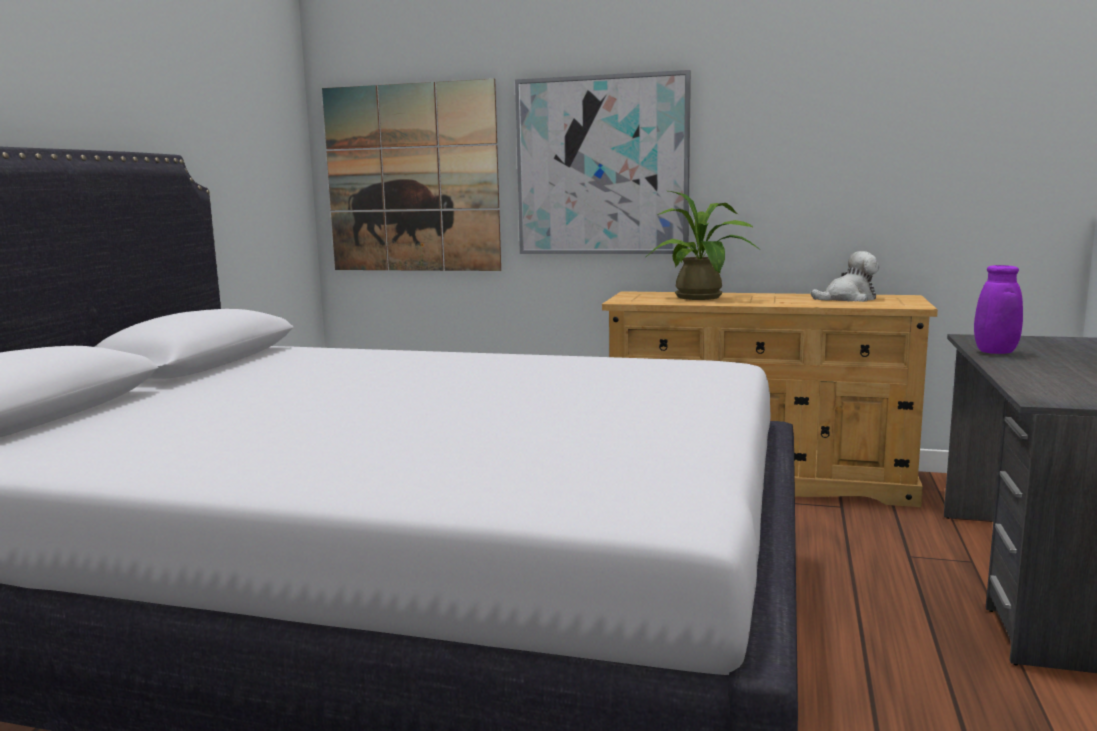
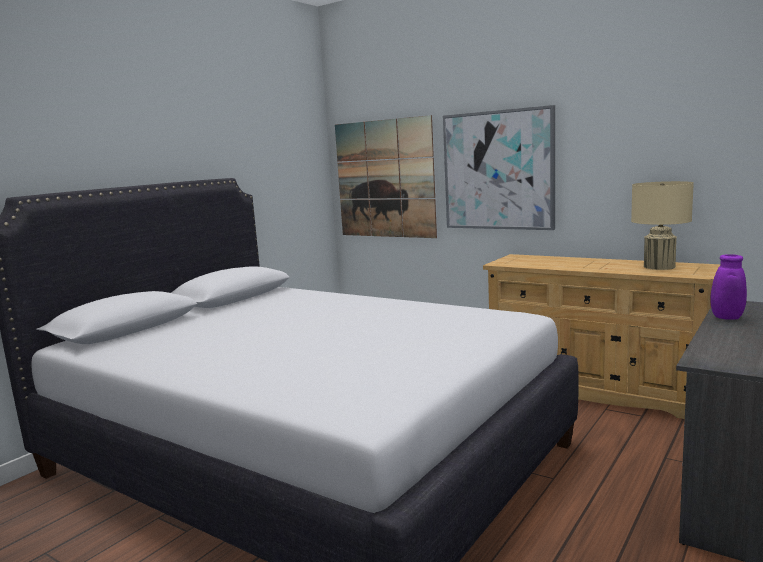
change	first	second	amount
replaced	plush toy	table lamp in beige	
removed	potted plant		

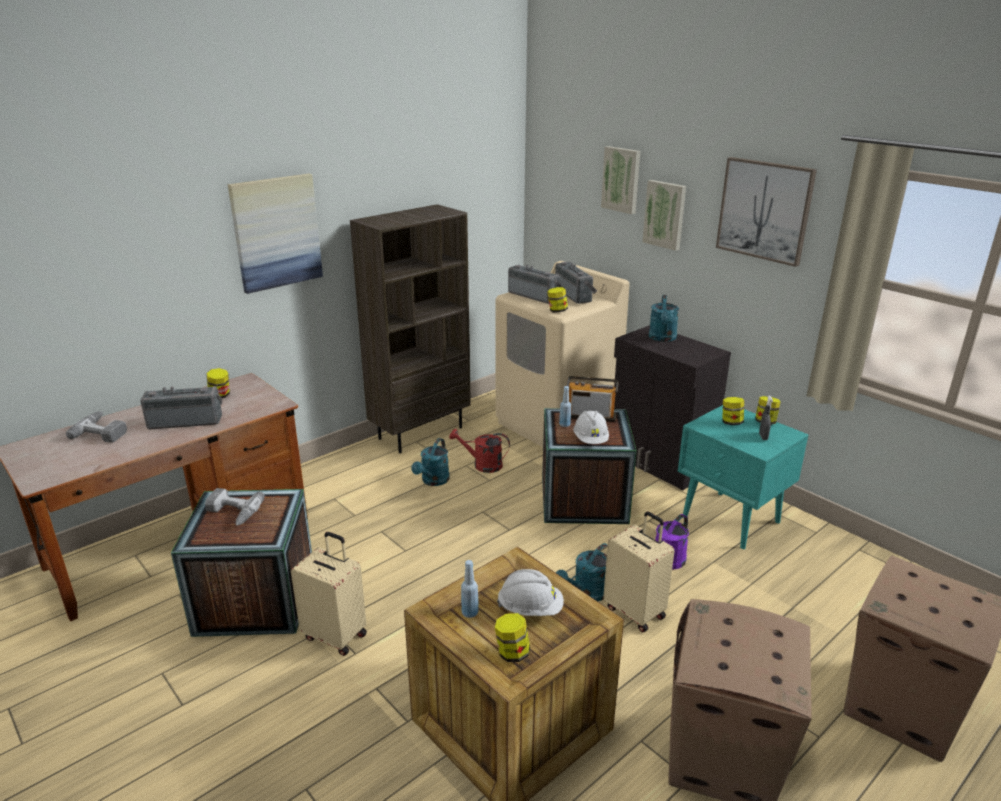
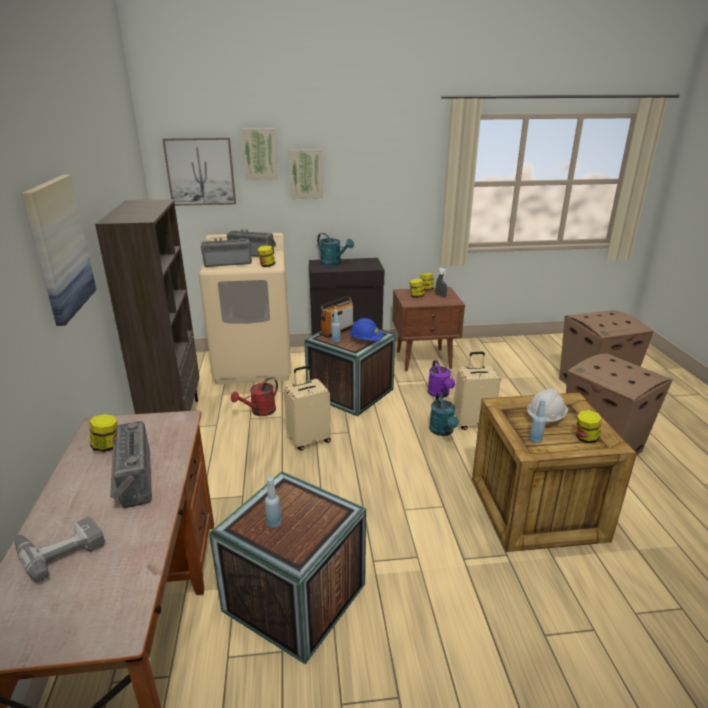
change	first	second	amount
turned	radio (1st from left)		45 degrees counterclockwise
moved	picture (4th from left in the first image)	picture (2nd from left)	
replaced	power drill (2nd from left)	bottle in blue (1st from left)	
moved	suitcase in beige (1st from left)		
recoloured	hard hat in white (2nd from left)	hard hat in blue	
recoloured	nightstand in turquoise	nightstand in brown	
removed	watering can in turquoise (1st from left)		

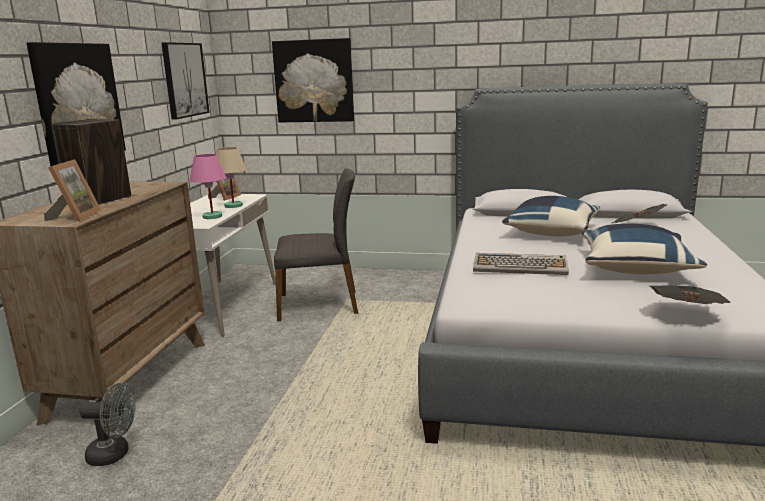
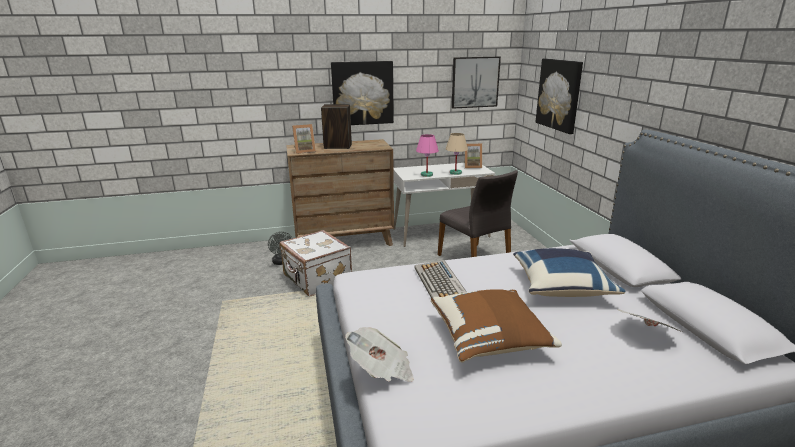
change	first	second	amount
added		suitcase in white	
recoloured	pillow in blue (2nd from left)	pillow in brown	

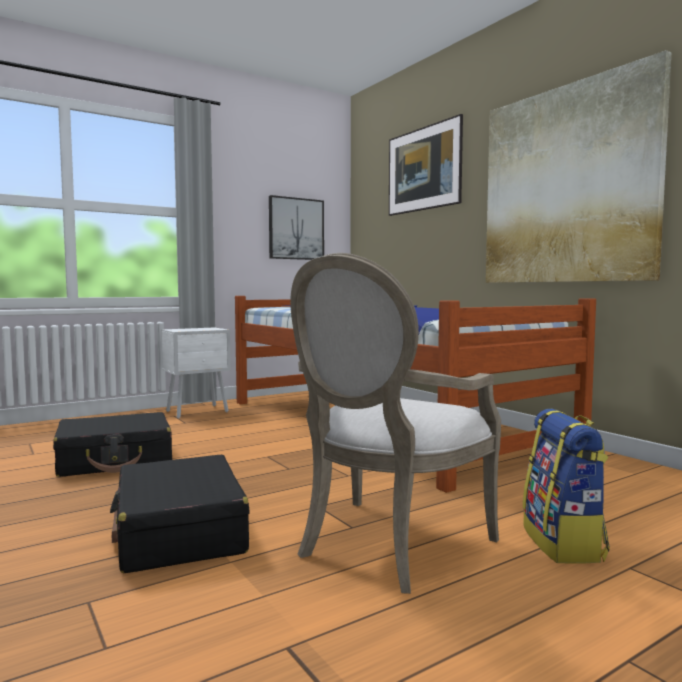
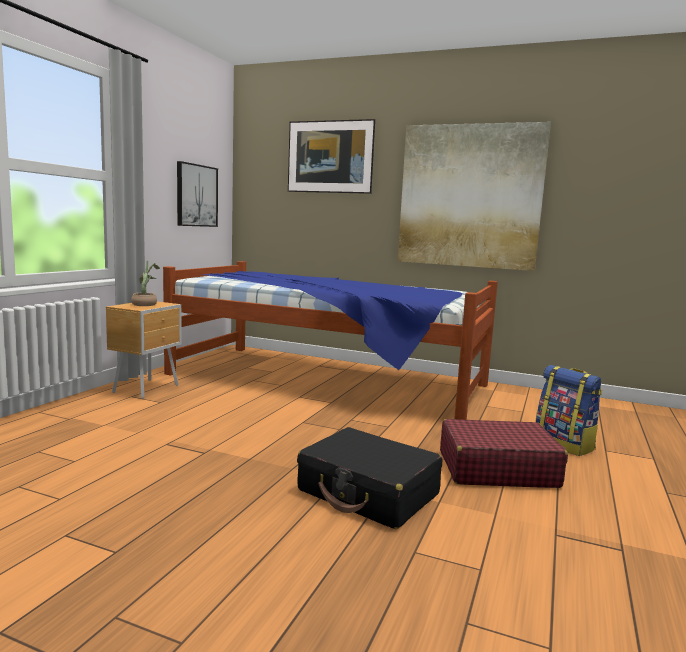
change	first	second	amount
recoloured	nightstand in white	nightstand in brown	
added		potted plant	
replaced	armchair	suitcase in red	
removed	suitcase in black (1st from left)		

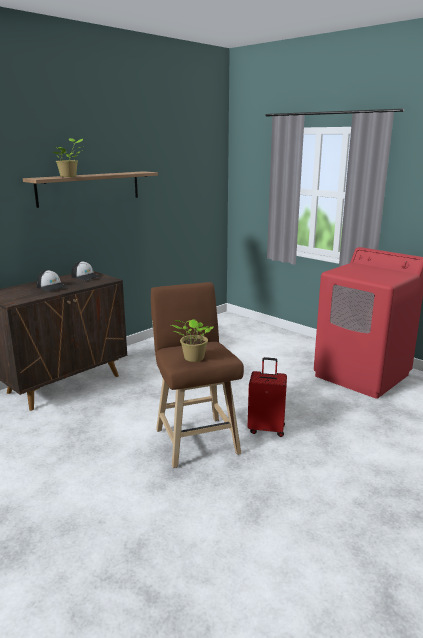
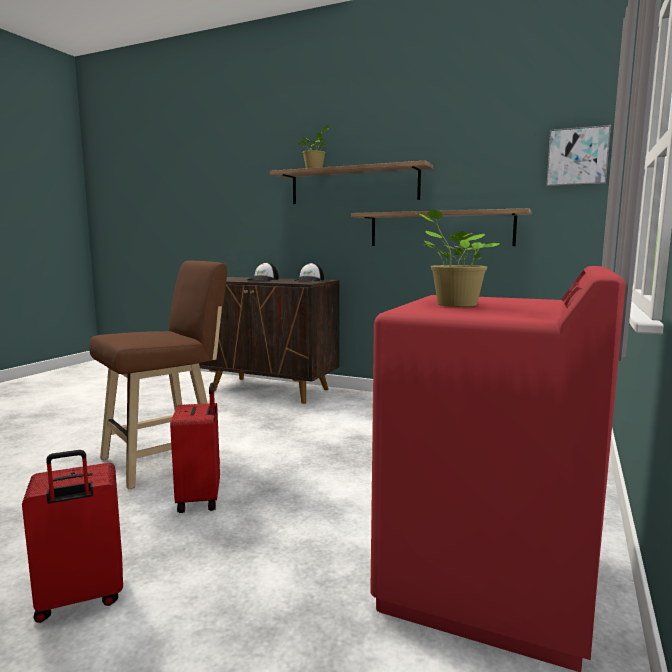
change	first	second	amount
added		suitcase in red (1st from left)	
added		shelf (2nd from left)	
moved	potted plant (2nd from left)		
added		picture	

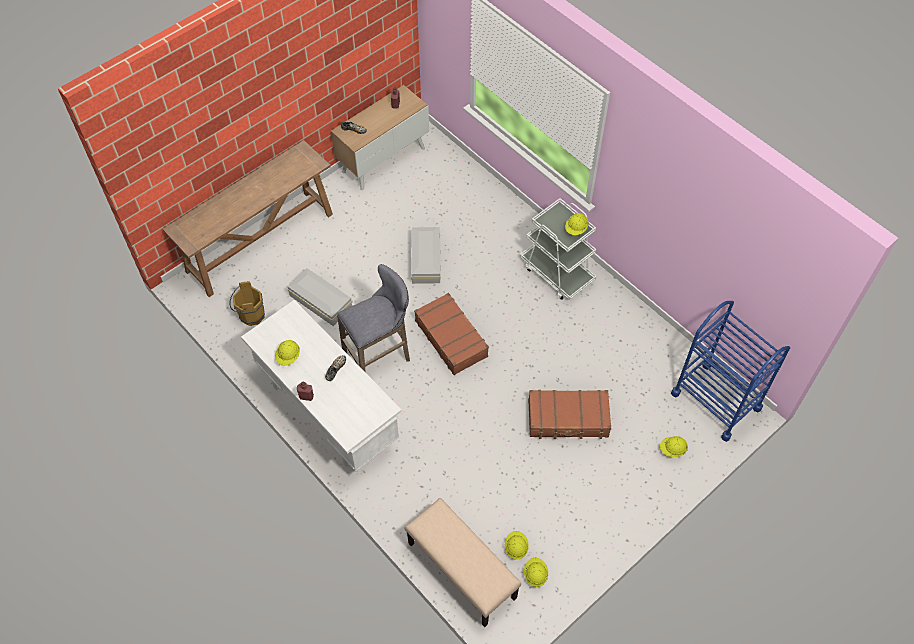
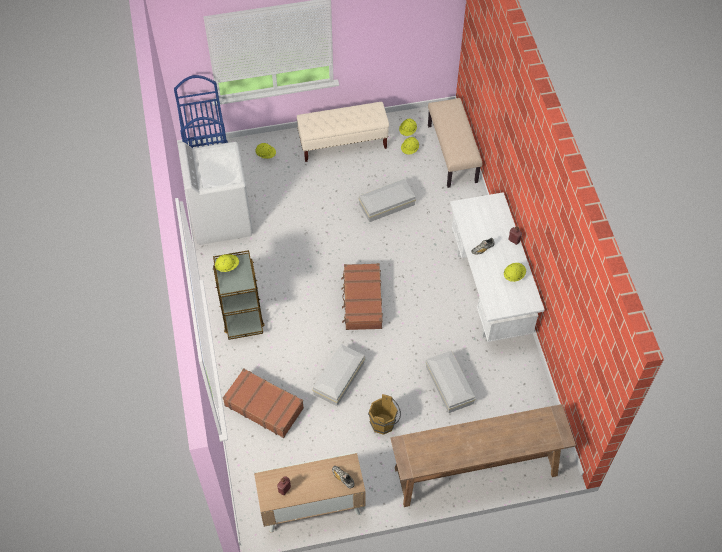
change	first	second	amount
added		washing machine in white	
recoloured	cart in white	cart in brown	
moved	suitcase in brown (2nd from left in the first image)	suitcase in brown (1st from left)	
added		bench in beige (1st from left)	
added		storage box in white (2nd from left)	
moved	bucket in brown		
removed	stool in grey		

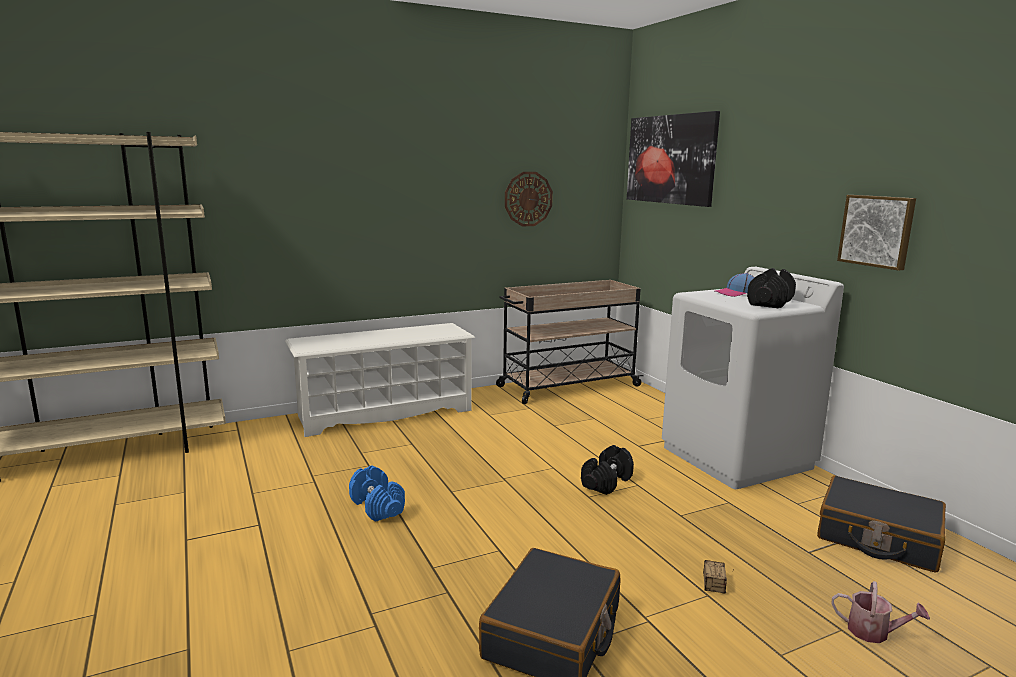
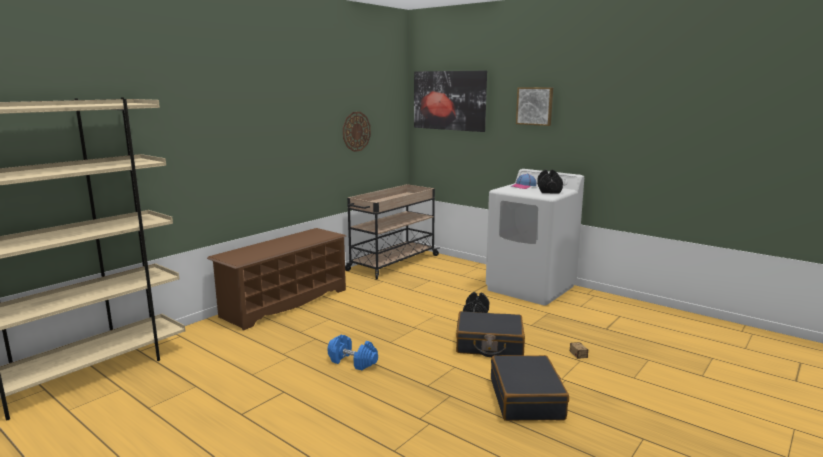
change	first	second	amount
recoloured	shoe rack in white	shoe rack in brown	
moved	suitcase in black (2nd from left in the first image)	suitcase in black (1st from left)	
moved	picture (2nd from left)		
removed	watering can		

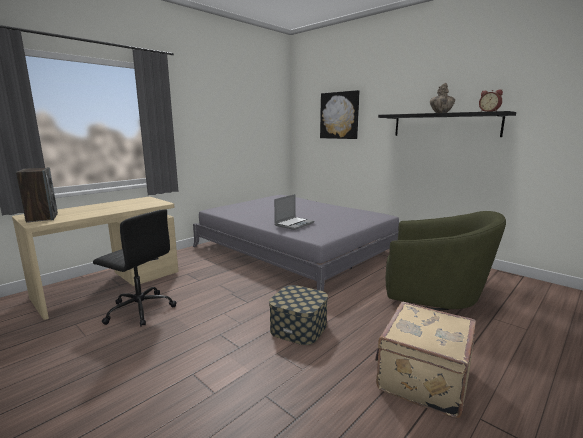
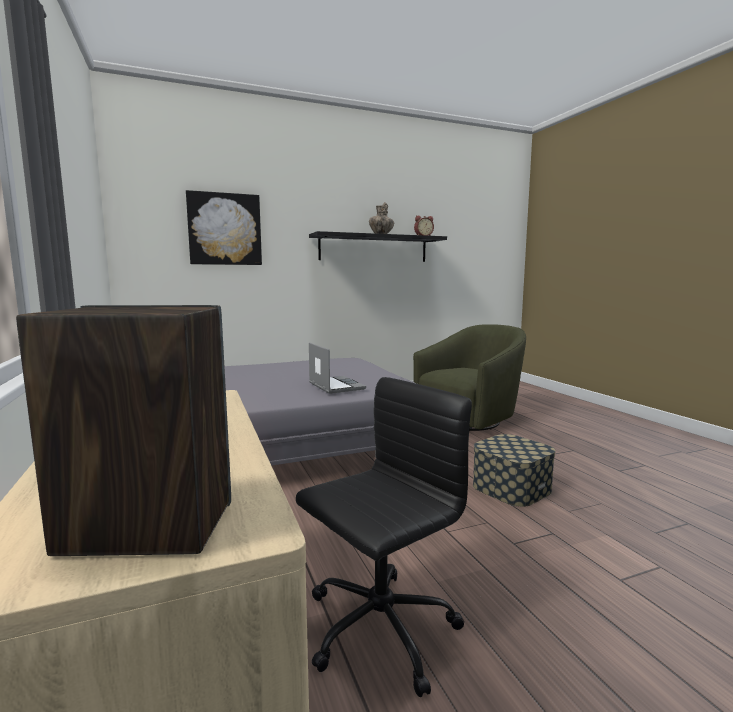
change	first	second	amount
removed	suitcase in beige		

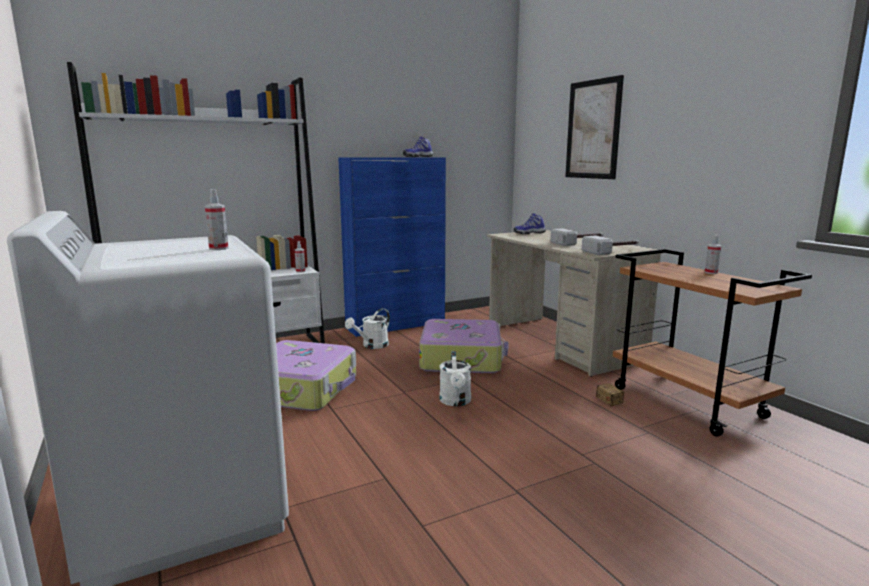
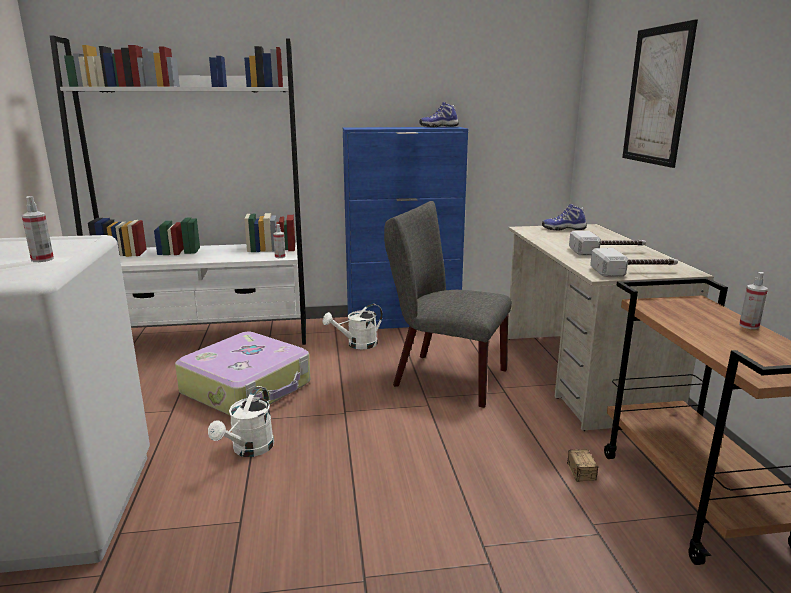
change	first	second	amount
moved	watering can in white (2nd from left in the first image)	watering can in white (1st from left)	
replaced	suitcase (2nd from left)	chair in grey	

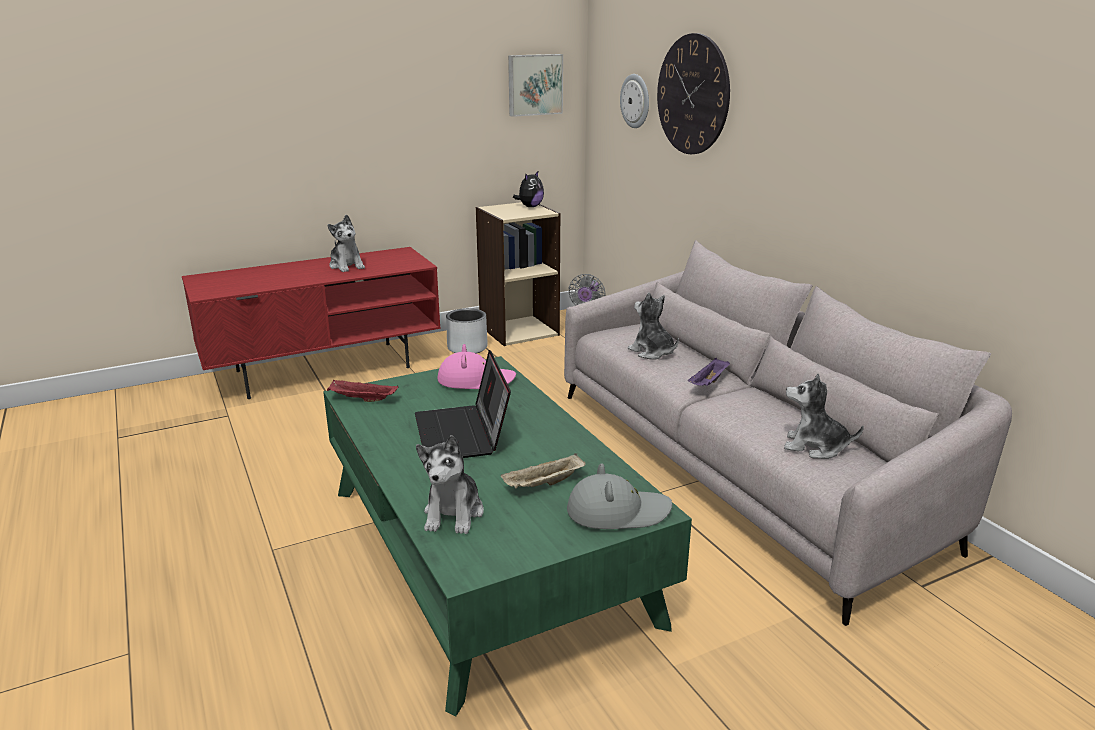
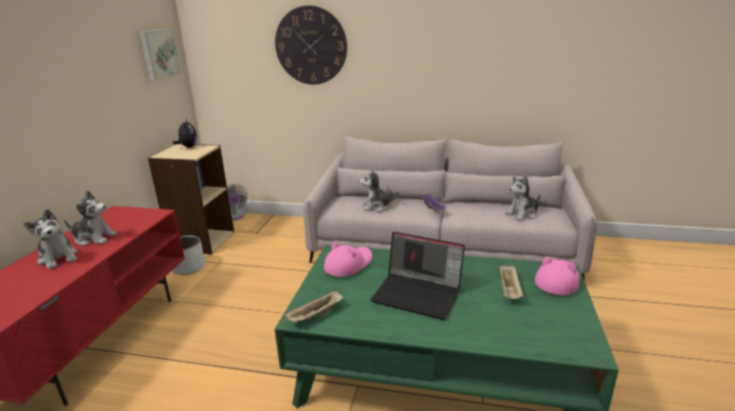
change	first	second	amount
moved	plush toy (2nd from left in the first image)	plush toy (1st from left)	
recoloured	tray in red	tray in beige (1st from left)	
recoloured	hat in grey	hat in pink (2nd from left)	
removed	wall clock (1st from left)		

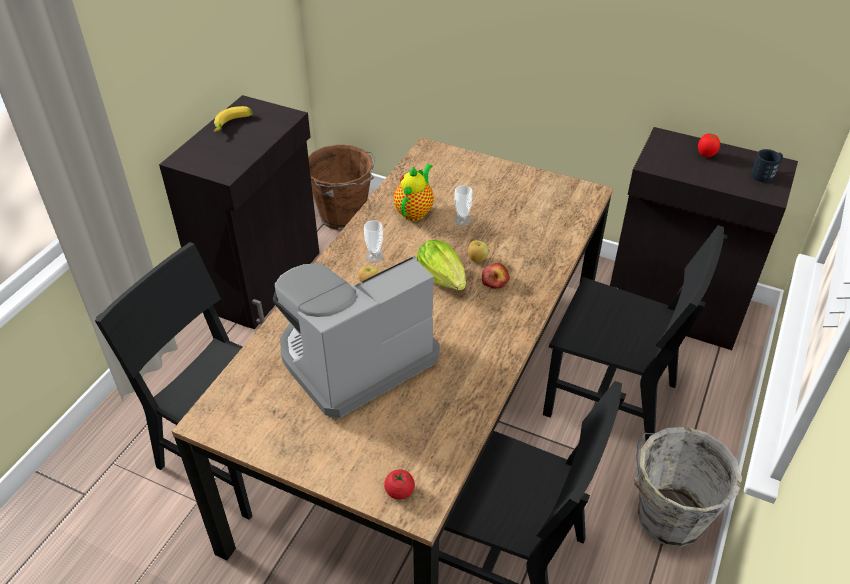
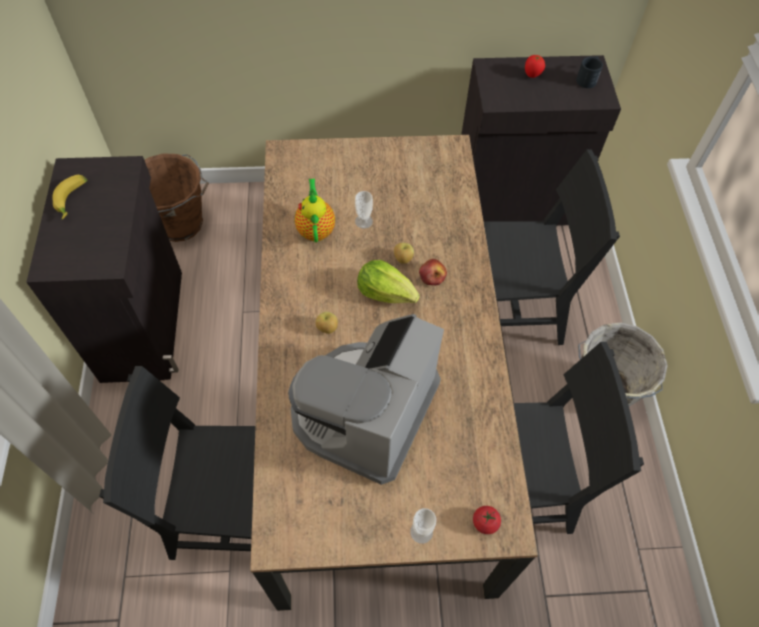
change	first	second	amount
moved	cup (1st from left in the first image)	cup (2nd from left)	

